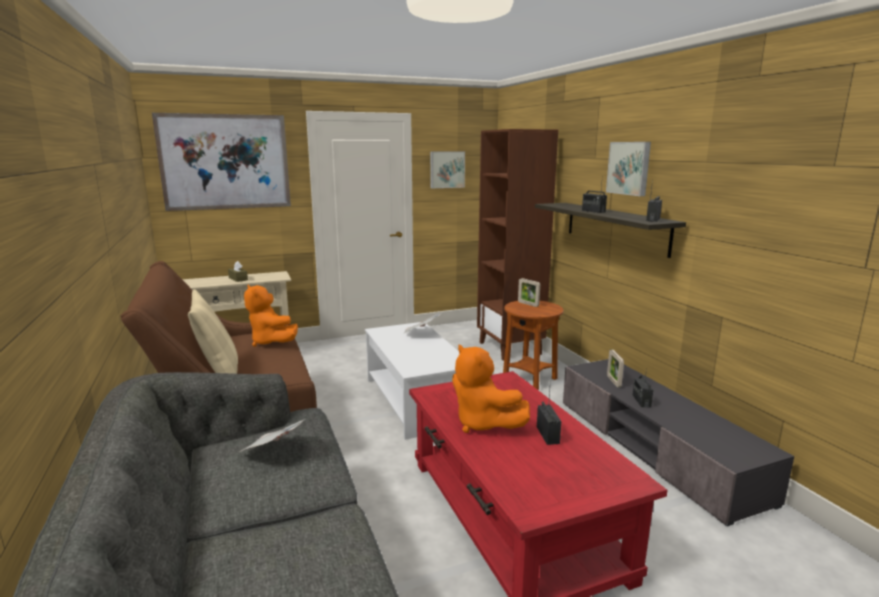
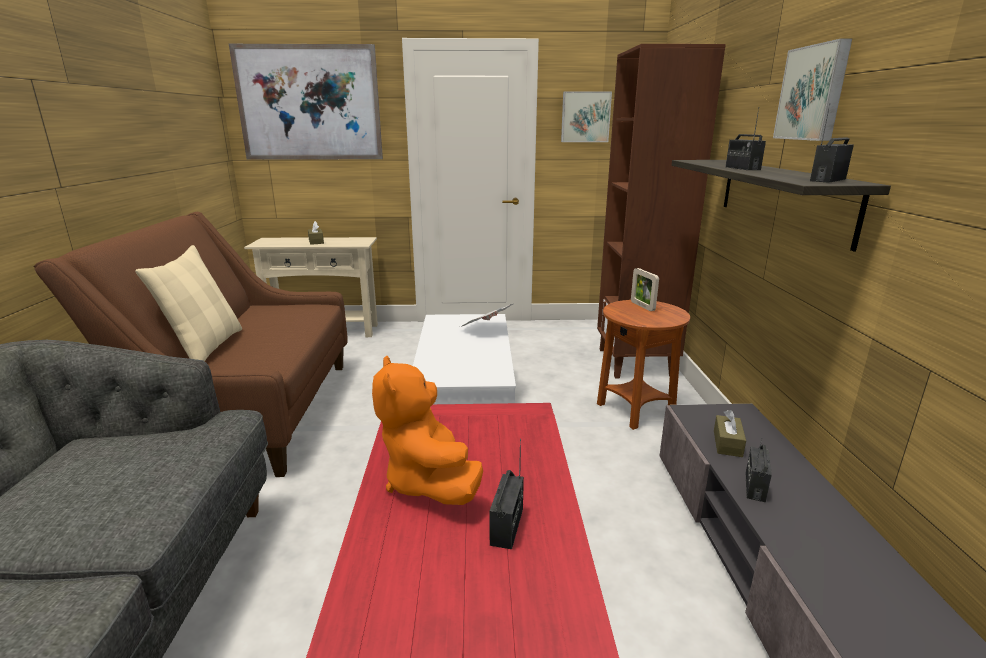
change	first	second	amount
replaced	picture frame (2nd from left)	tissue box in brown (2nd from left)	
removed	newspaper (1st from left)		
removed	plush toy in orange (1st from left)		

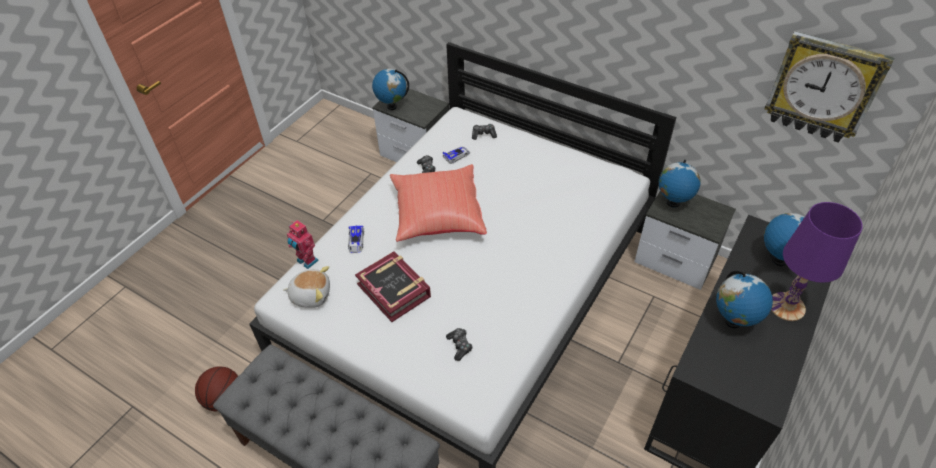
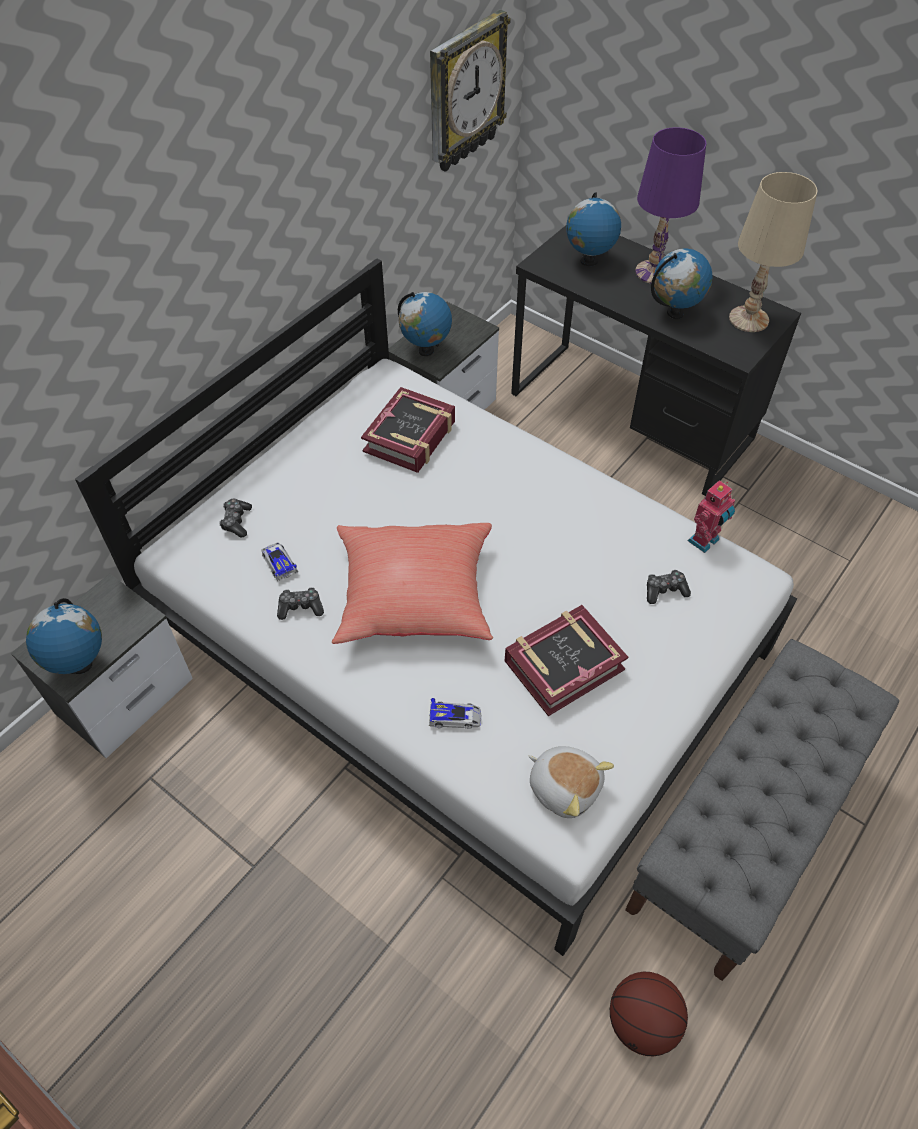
change	first	second	amount
added		book (1st from left)	
turned	plush toy		120 degrees clockwise
moved	toy robot		
added		table lamp in beige	

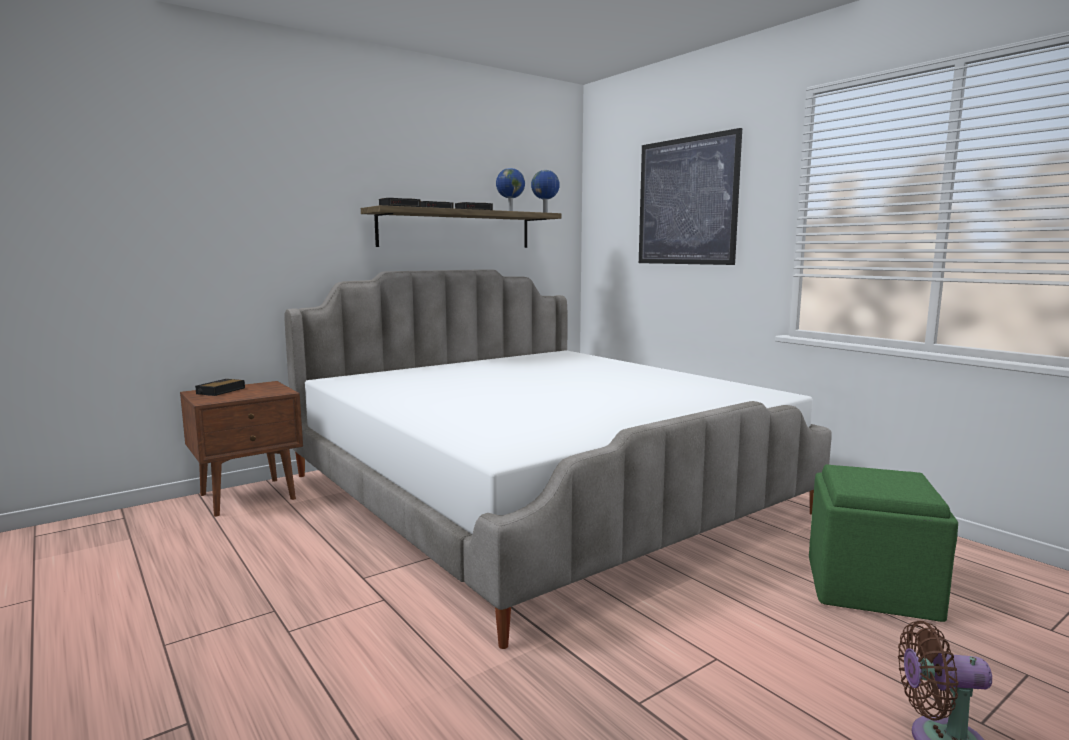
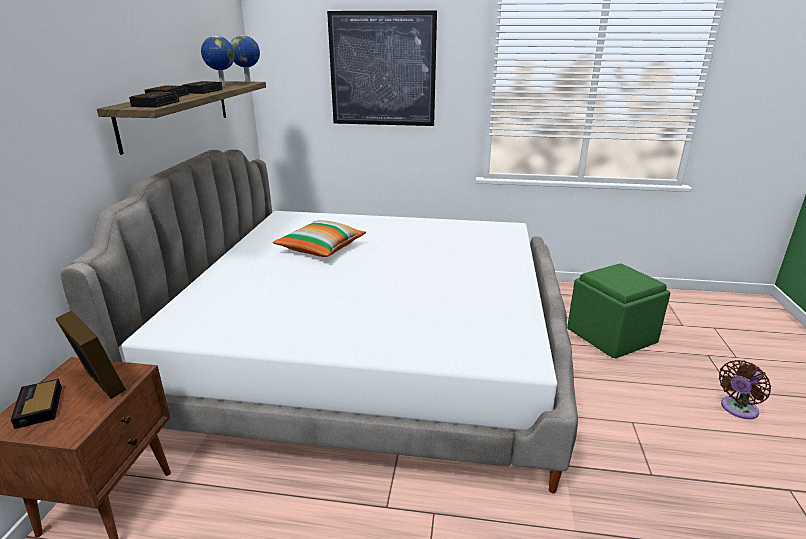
change	first	second	amount
added		picture frame	
added		pillow	

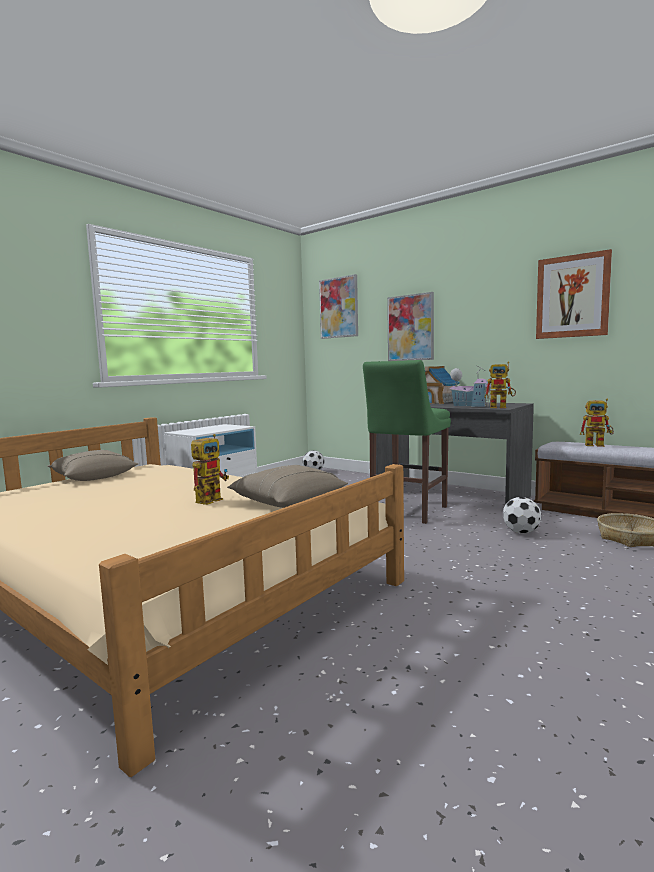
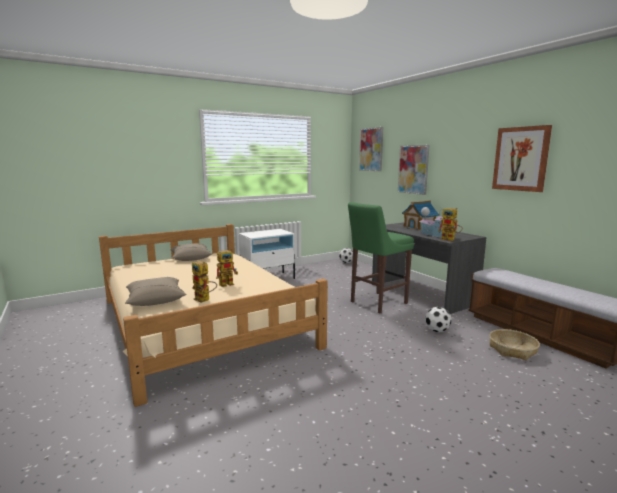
change	first	second	amount
moved	pillow in beige (2nd from left in the first image)	pillow in beige (1st from left)	
moved	toy robot (3rd from left in the first image)	toy robot (1st from left)	

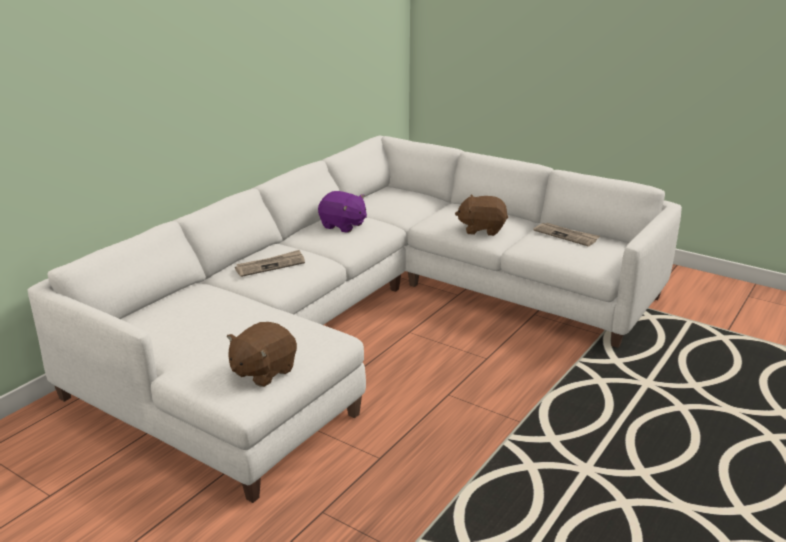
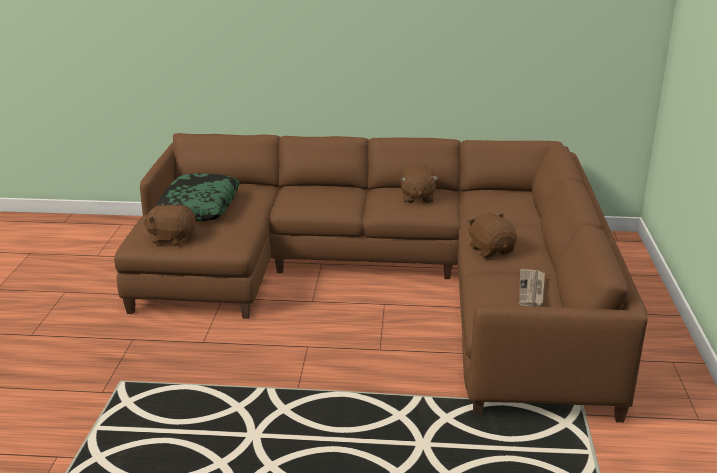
change	first	second	amount
recoloured	sofa in white	sofa in brown	
added		pillow	
recoloured	plush toy in purple	plush toy in brown (2nd from left)	
removed	newspaper (1st from left)		

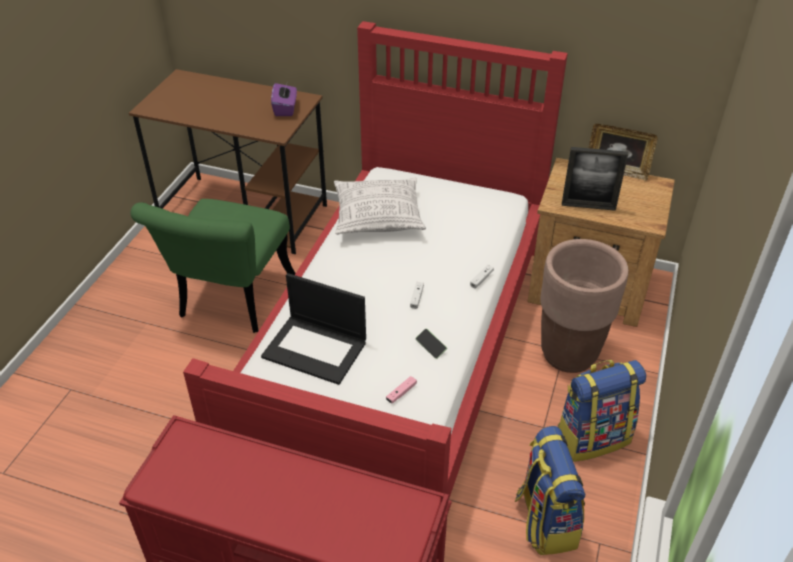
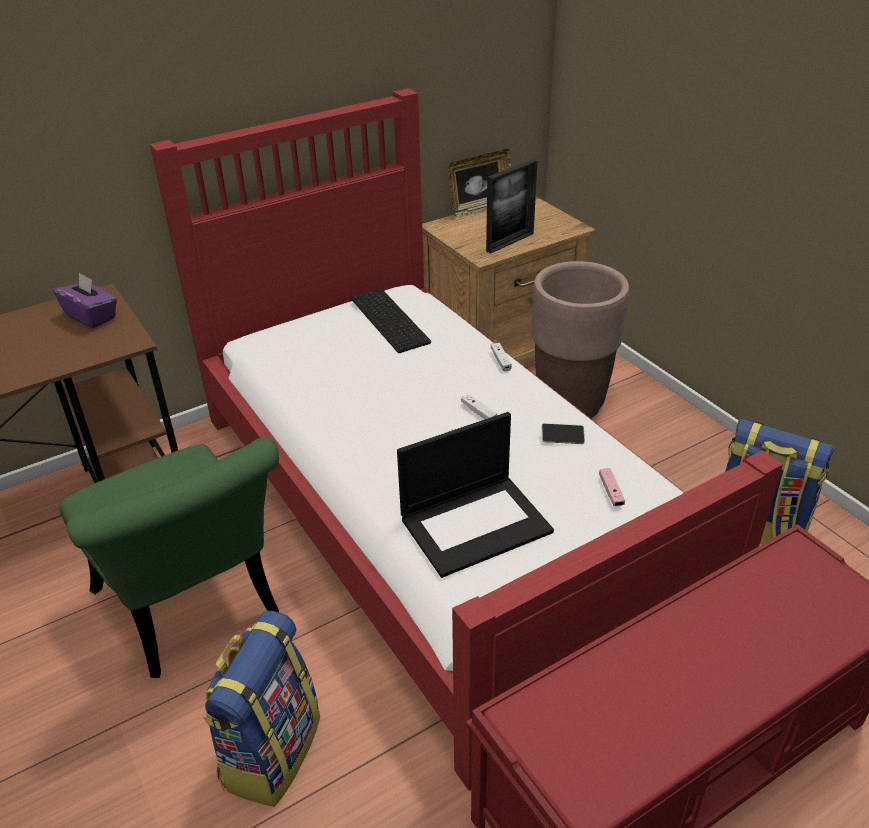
change	first	second	amount
moved	backpack (2nd from left in the first image)	backpack (1st from left)	
added		keyboard	
removed	pillow		

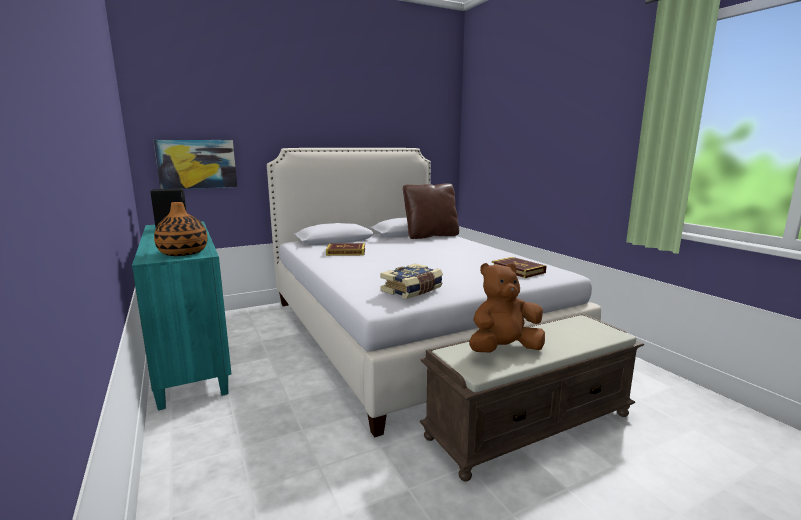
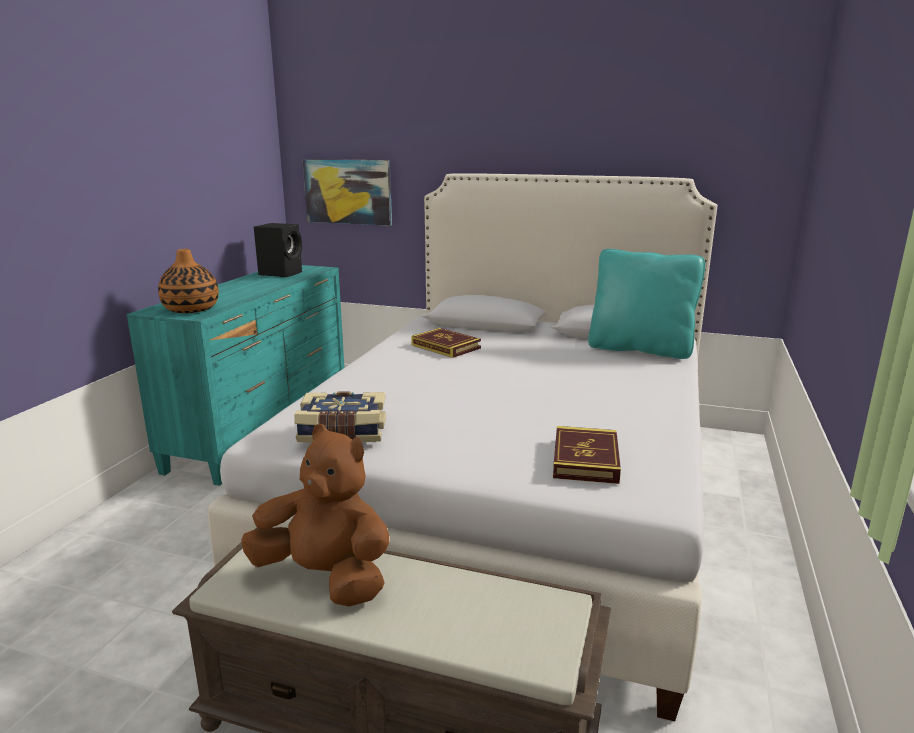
change	first	second	amount
recoloured	pillow in brown	pillow in turquoise	

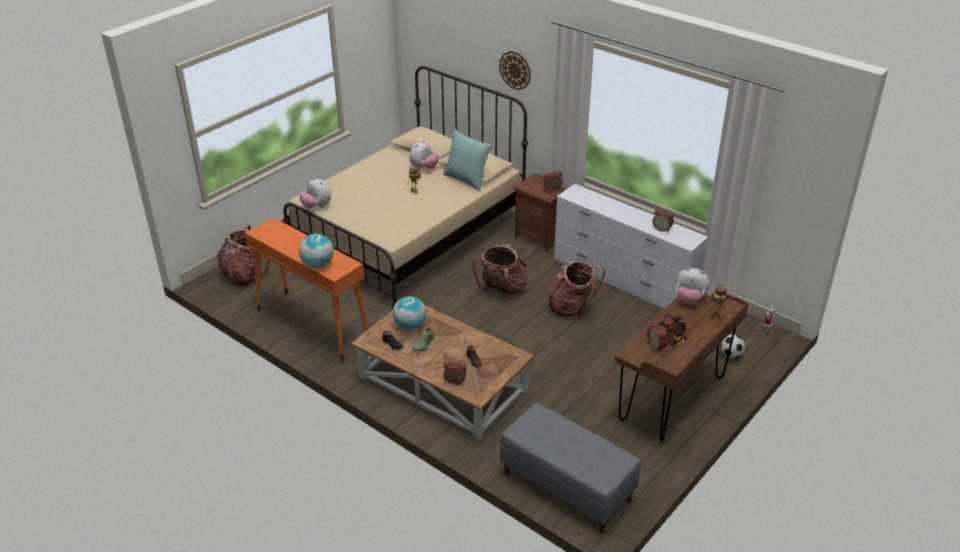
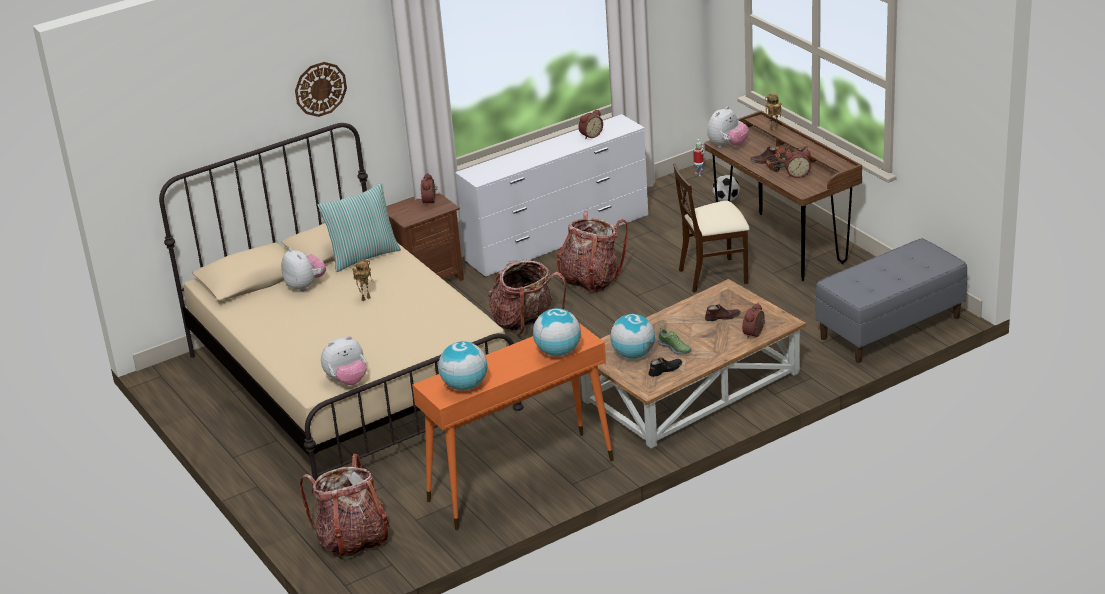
change	first	second	amount
added		globe (1st from left)	
added		chair in beige	

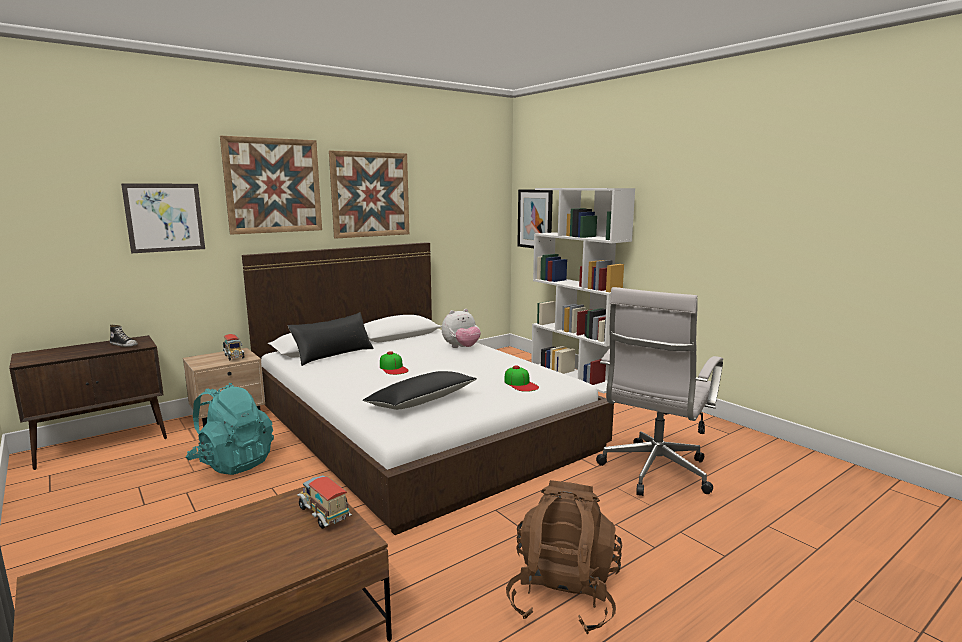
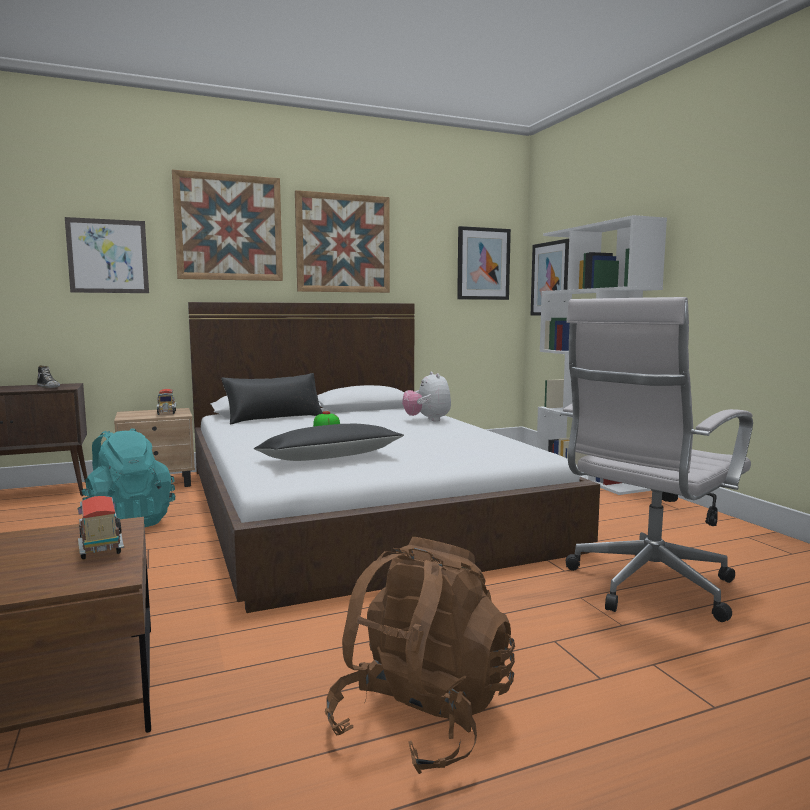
change	first	second	amount
turned	plush toy		90 degrees clockwise
added		picture (4th from left)	
removed	cap (2nd from left)		

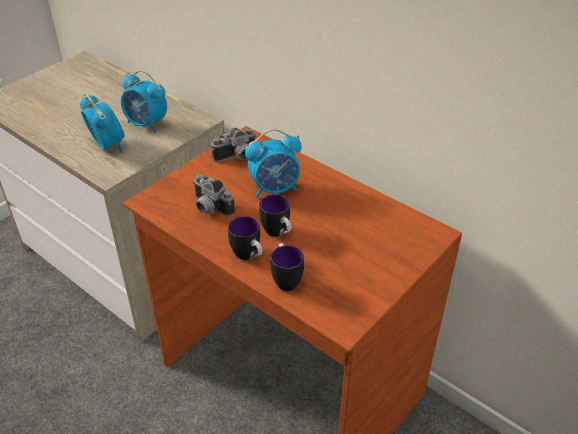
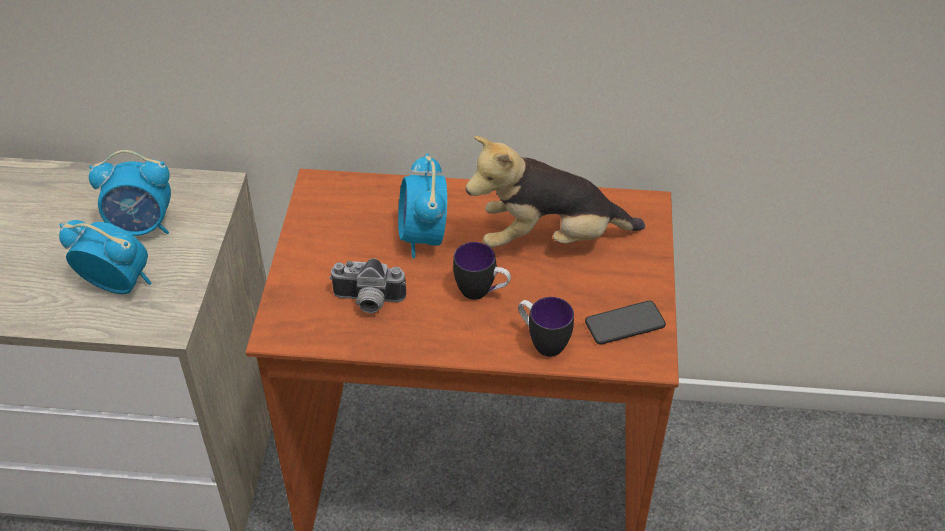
change	first	second	amount
turned	alarm clock (3rd from left)		135 degrees clockwise
added		plush toy	
added		phone	
removed	photo camera (2nd from left)		
removed	mug (1st from left)		

